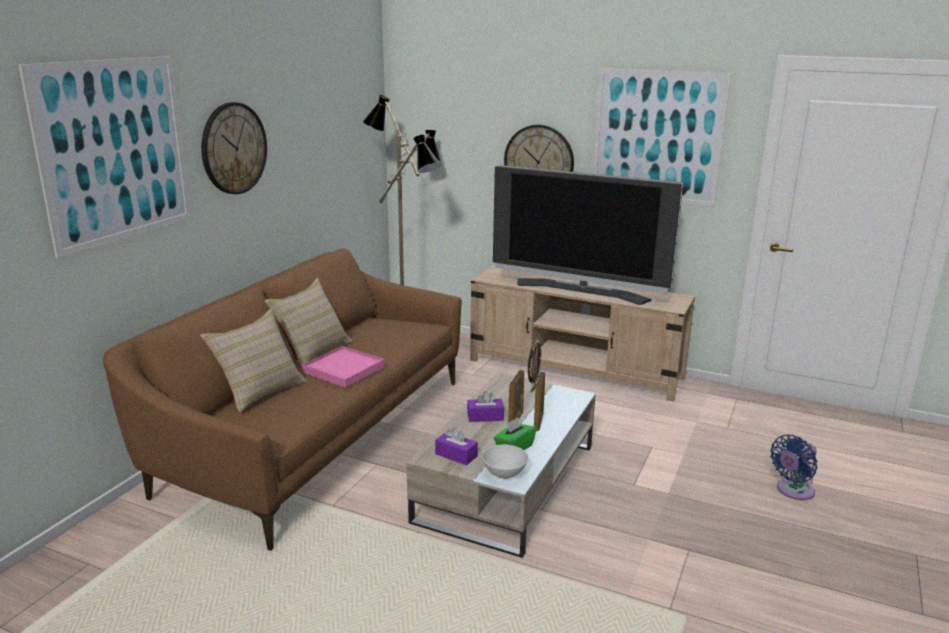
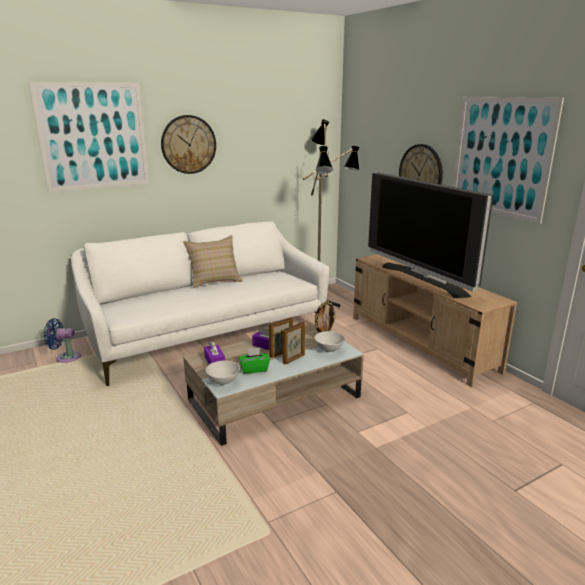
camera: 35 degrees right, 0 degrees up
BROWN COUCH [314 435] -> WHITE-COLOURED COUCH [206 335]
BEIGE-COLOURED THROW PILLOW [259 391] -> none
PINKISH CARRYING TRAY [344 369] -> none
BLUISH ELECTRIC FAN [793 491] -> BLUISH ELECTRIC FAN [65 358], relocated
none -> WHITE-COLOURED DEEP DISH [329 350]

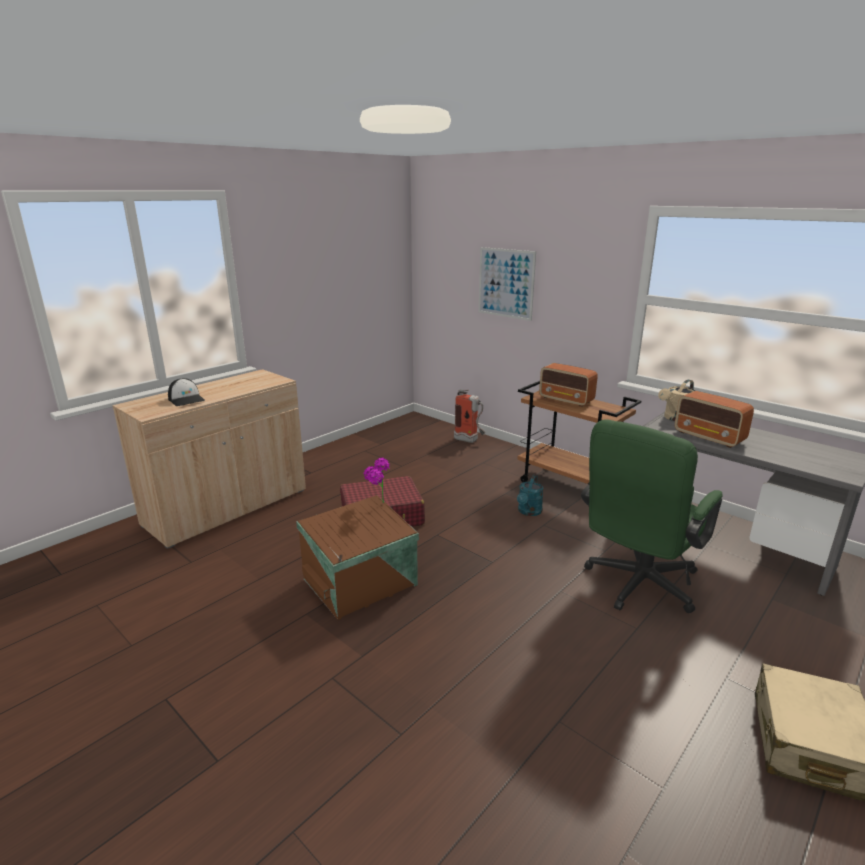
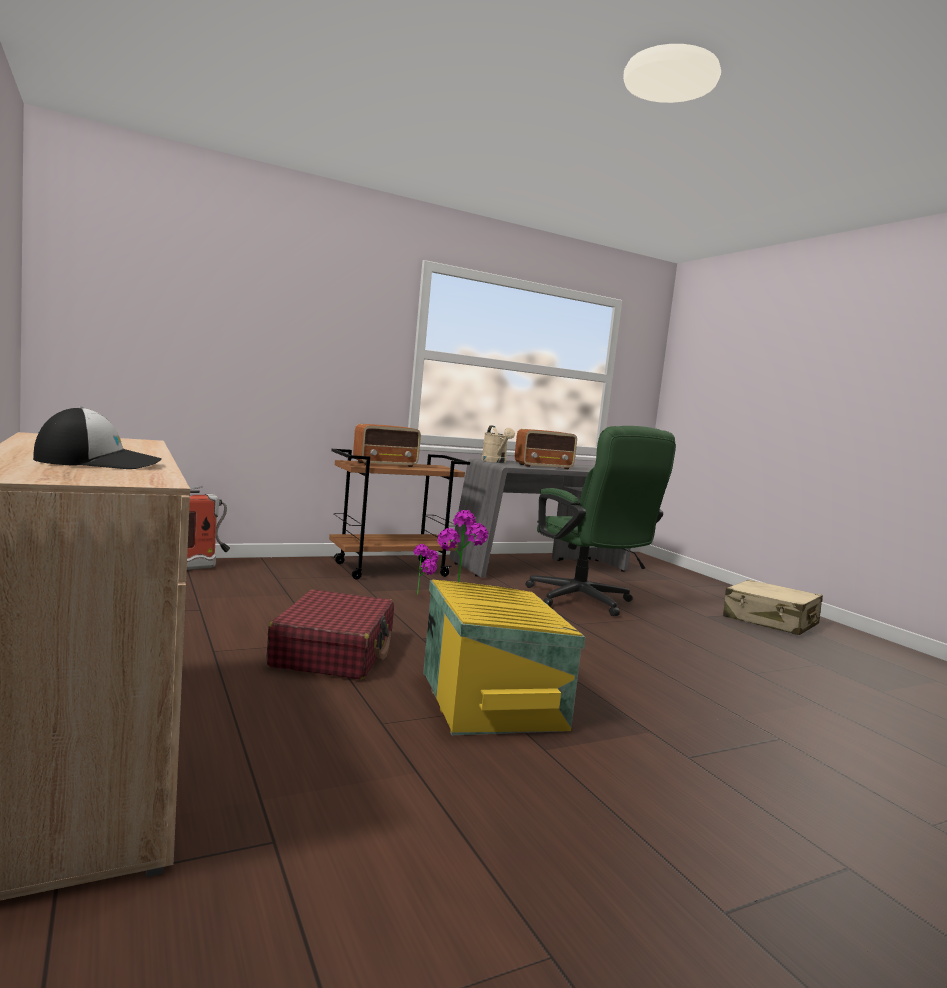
camera: 70 degrees left, 15 degrees down
PICTURE [506 283] -> none
TURQUOISE SPRINKLING CAN [528 512] -> POTTED PLANT [424 595]
BROWN STORAGE BIN [362 582] -> YELLOW STORAGE BIN [493 699]

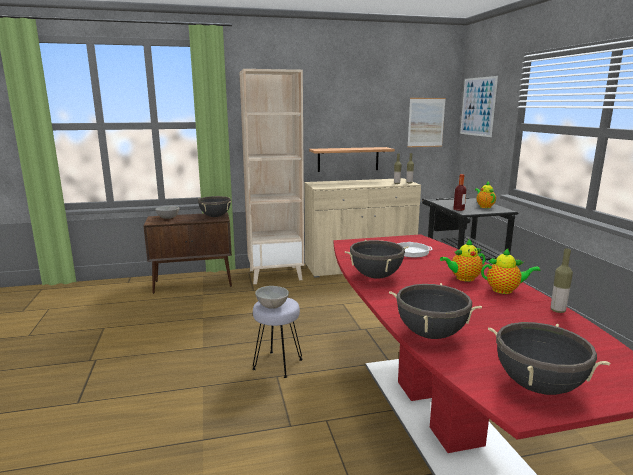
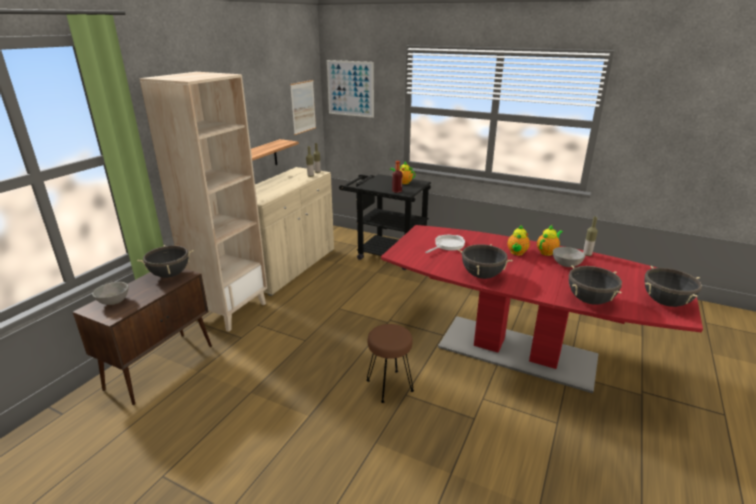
camera: 50 degrees left, 10 degrees up
GREYISH DEEP DISH [272 306] -> GREYISH DEEP DISH [566 264], relocated
GREYISH STOOL [277 364] -> BROWN STOOL [389 386]

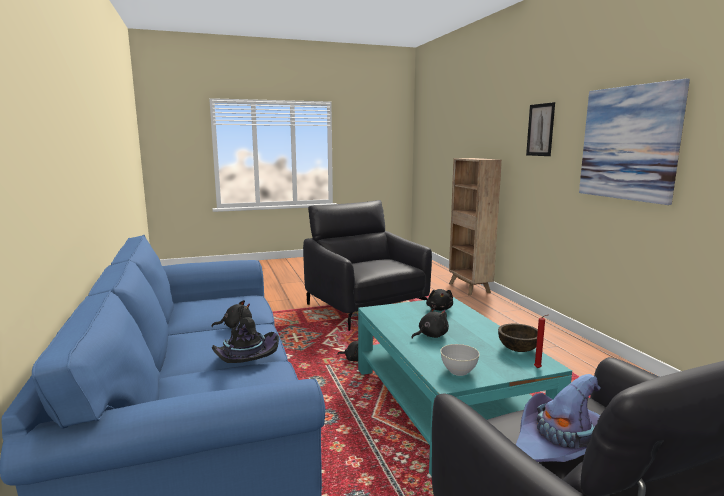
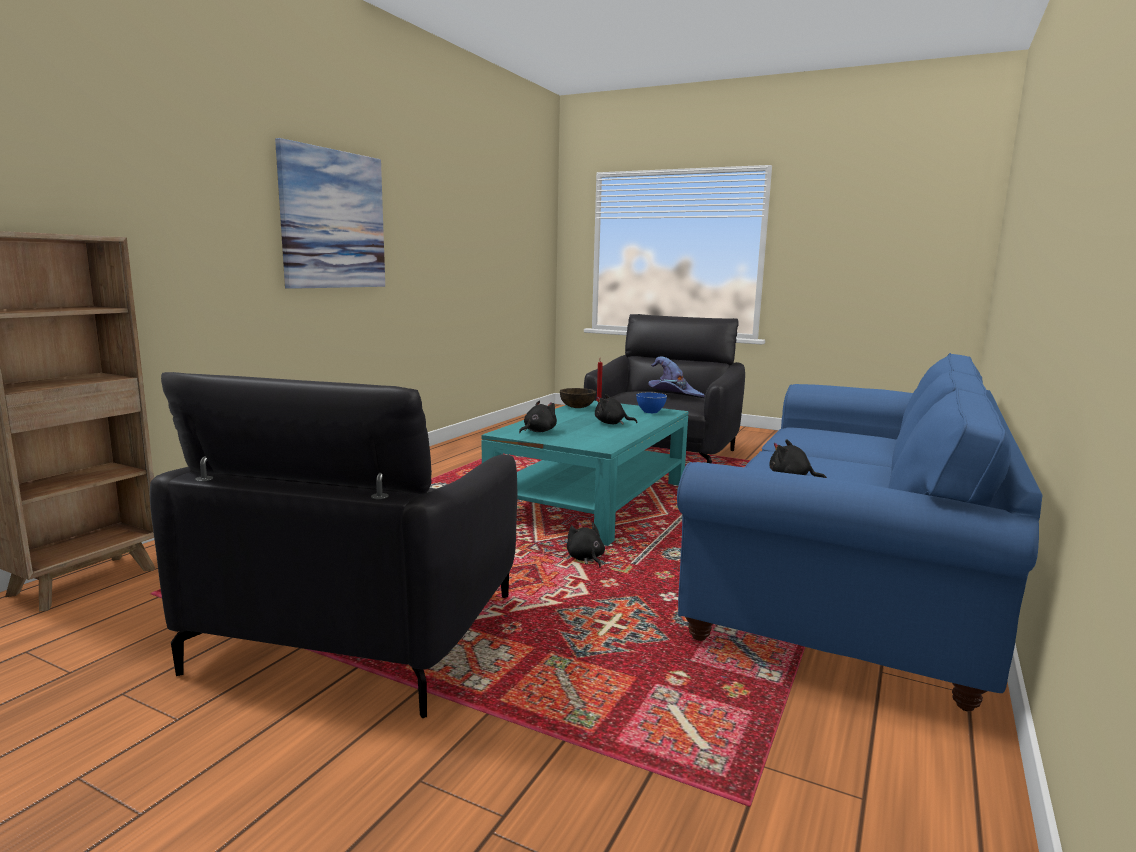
camera: 135 degrees left, 0 degrees up
PICTURE [540 130] -> none
BLACKISH WEARABLE HAT [244 358] -> none
GREYISH DEEP DISH [458 371] -> BLUISH DEEP DISH [650 411]

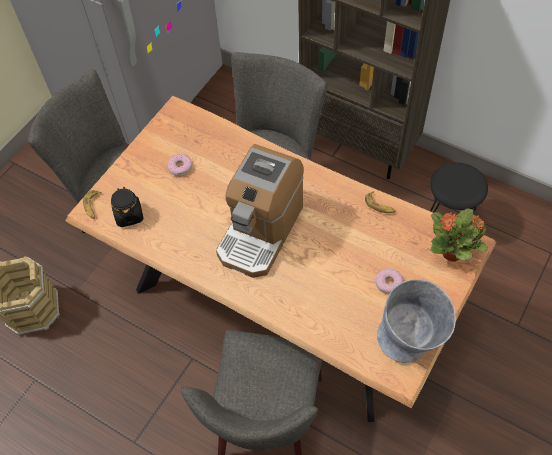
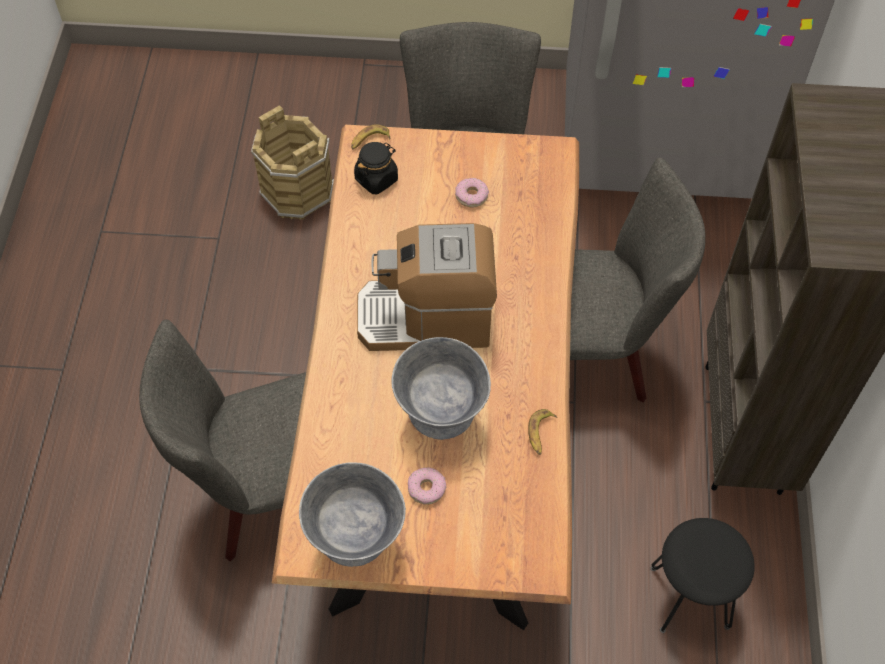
camera: 60 degrees right, 0 degrees up
POTTED PLANT [452 253] -> none
none -> GREYISH DEEP DISH [440 422]

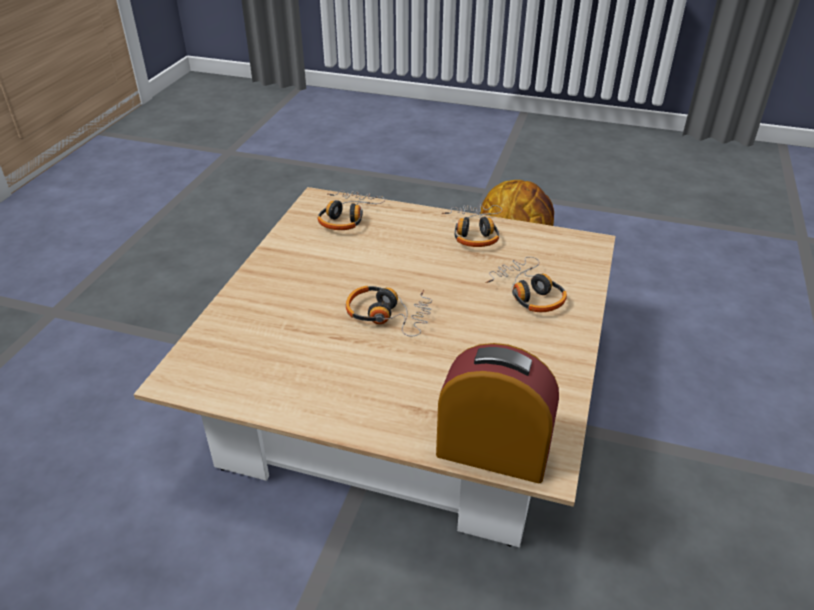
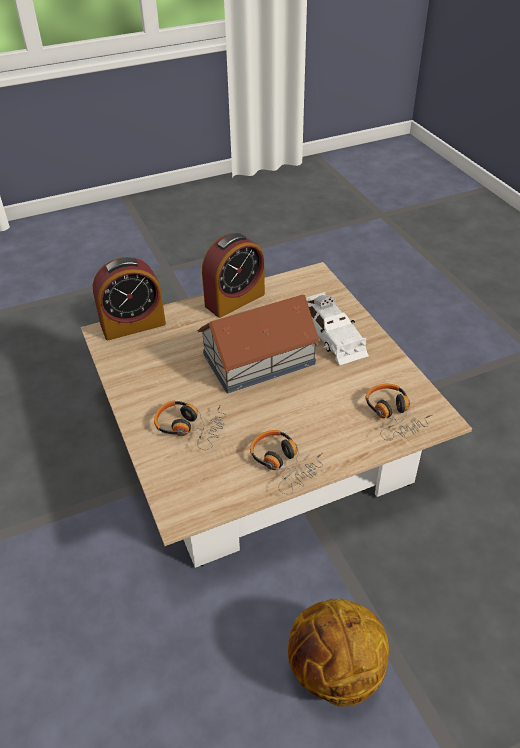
camera: 140 degrees right, 5 degrees up
HEADSET [389 316] -> MODEL HOUSE [260 359]
none -> ALARM CLOCK [235 300]
none -> WHITE-COLOURED TOY CAR [331 335]

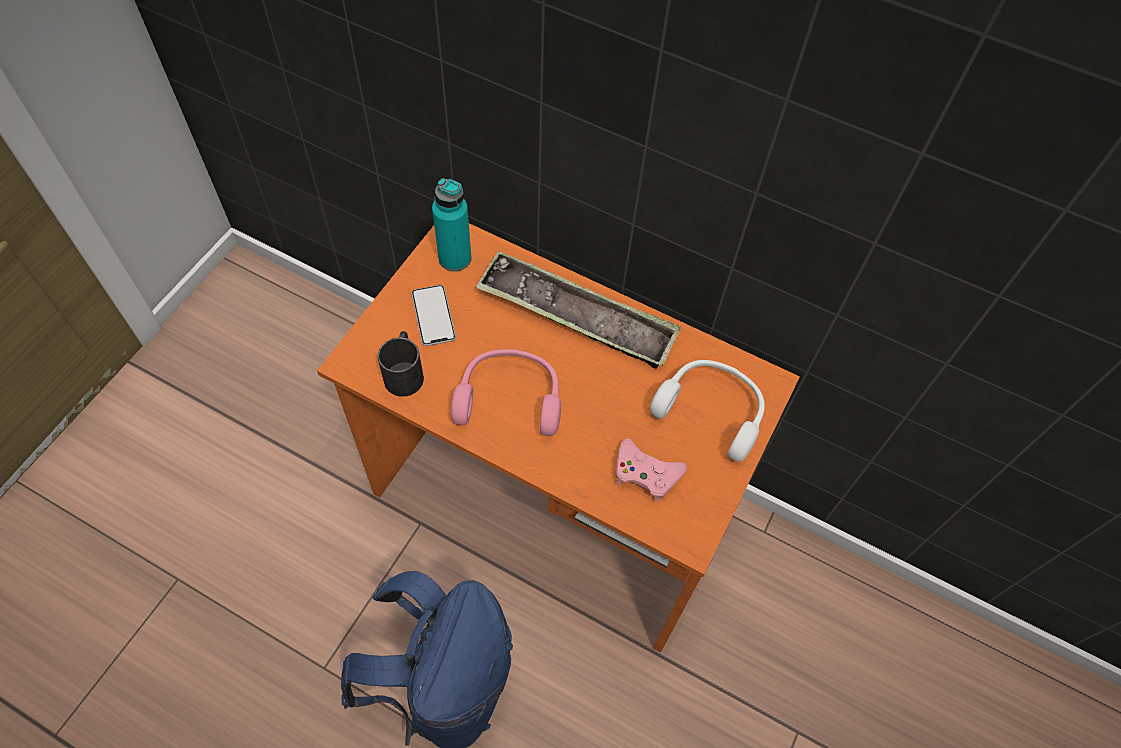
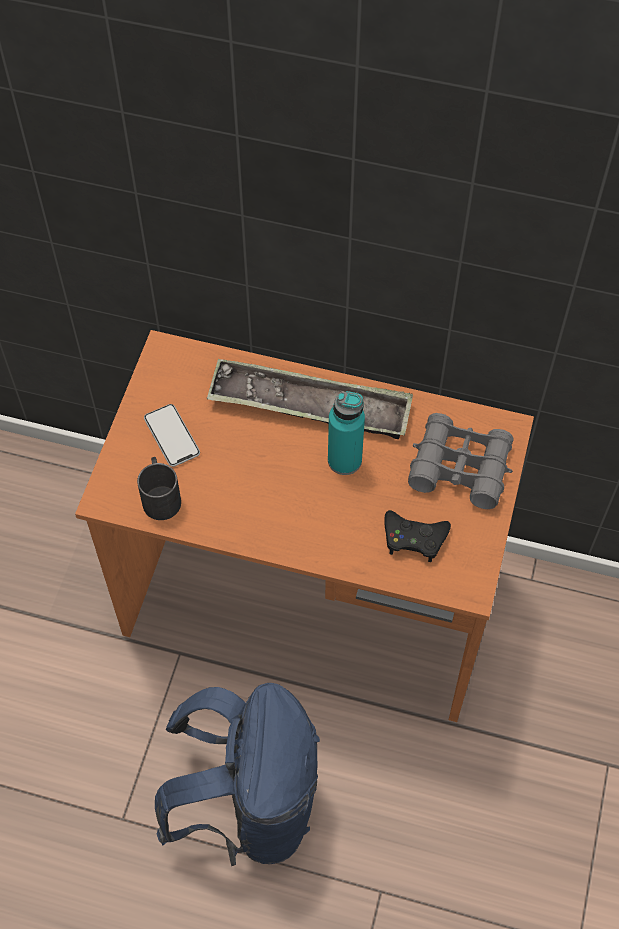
camera: 10 degrees left, 0 degrees up
TURQUOISE DRINK BOTTLE [455 258] -> TURQUOISE DRINK BOTTLE [344 460], relocated
PINKISH HEADSET [510 398] -> none
WHITE-COLOURED HEADSET [711 411] -> GREYISH BINOCULARS [460 467]
PINKISH GAME CONTROLLER [646 473] -> BLACKISH GAME CONTROLLER [414 538]

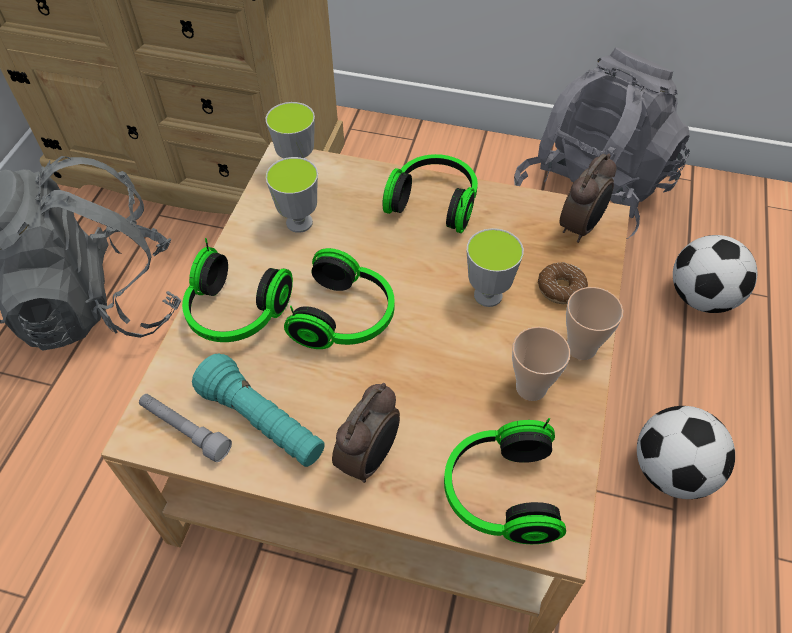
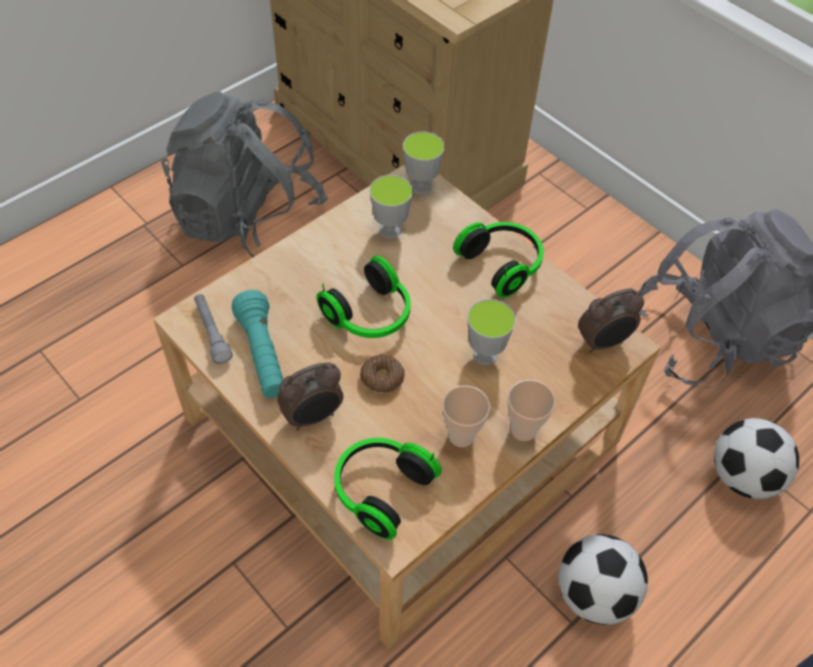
camera: 30 degrees right, 0 degrees up
HEADSET [235 314] -> none
RING DOUGHNUT [561 288] -> RING DOUGHNUT [382 378], relocated

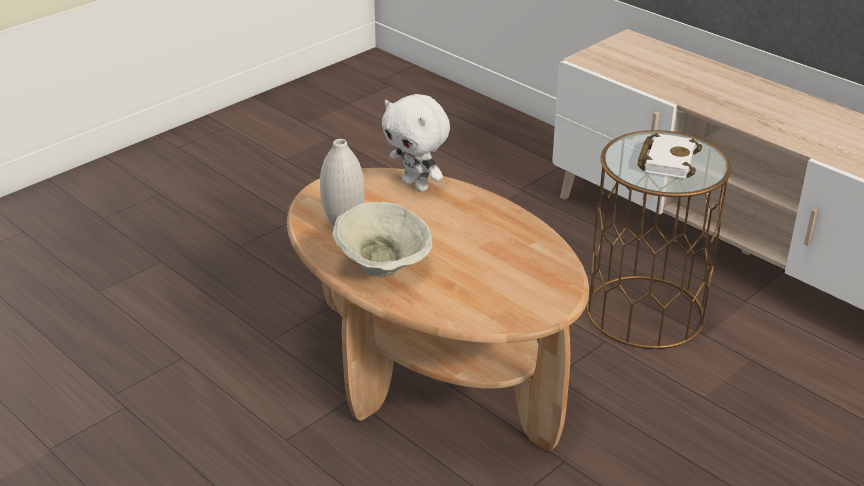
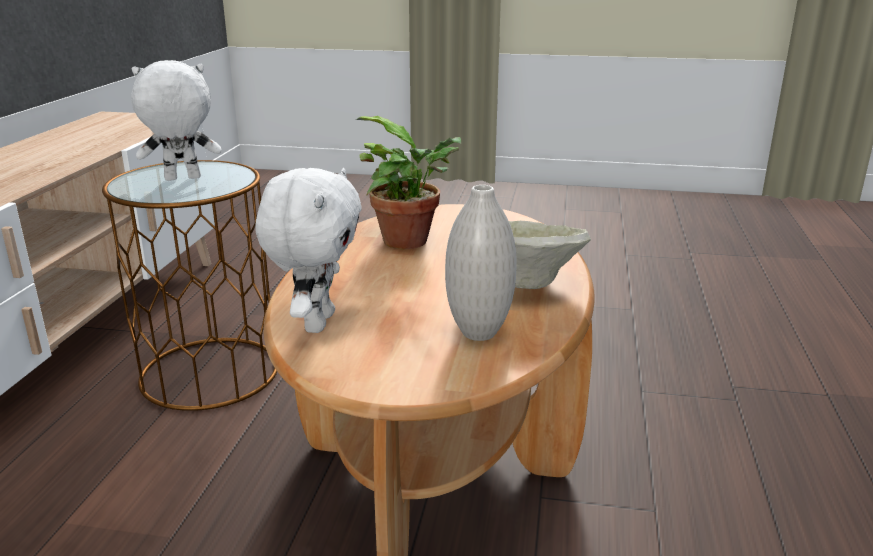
camera: 125 degrees left, 10 degrees down
WHITE-COLOURED VOLUME [666 160] -> WHITE-COLOURED SOFT TOY [182 179]
none -> POTTED PLANT [411 242]

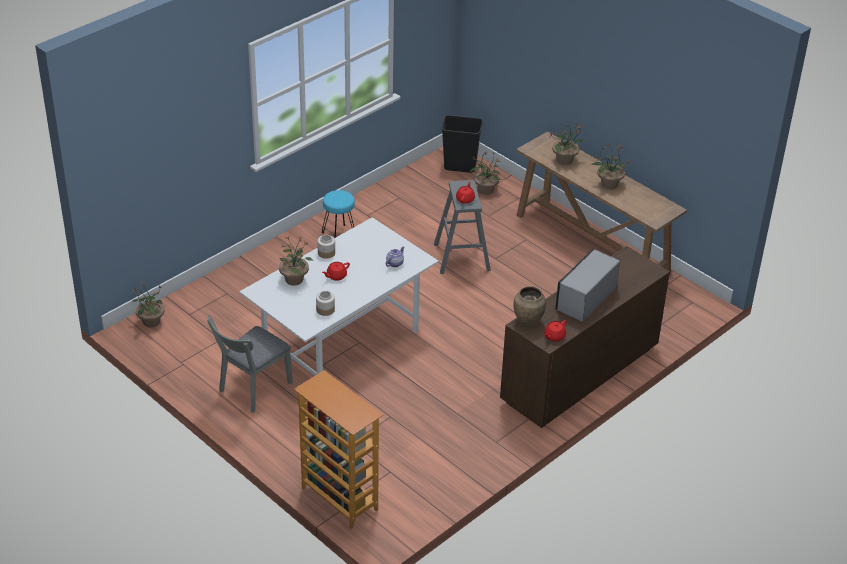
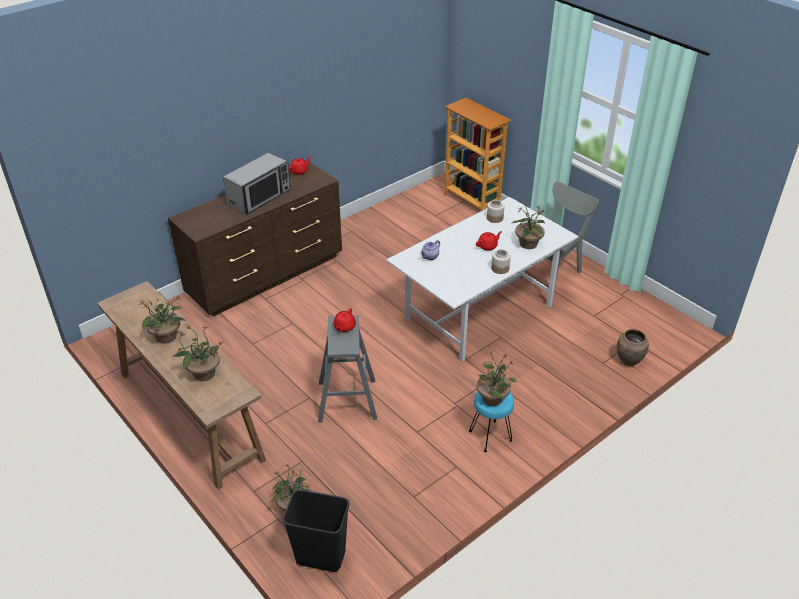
camera: 175 degrees left, 0 degrees up
POTTED PLANT [151 322] -> POTTED PLANT [492 398], relocated
BROWN DECORATIVE VASE [527 321] -> BROWN DECORATIVE VASE [629 361], relocated

